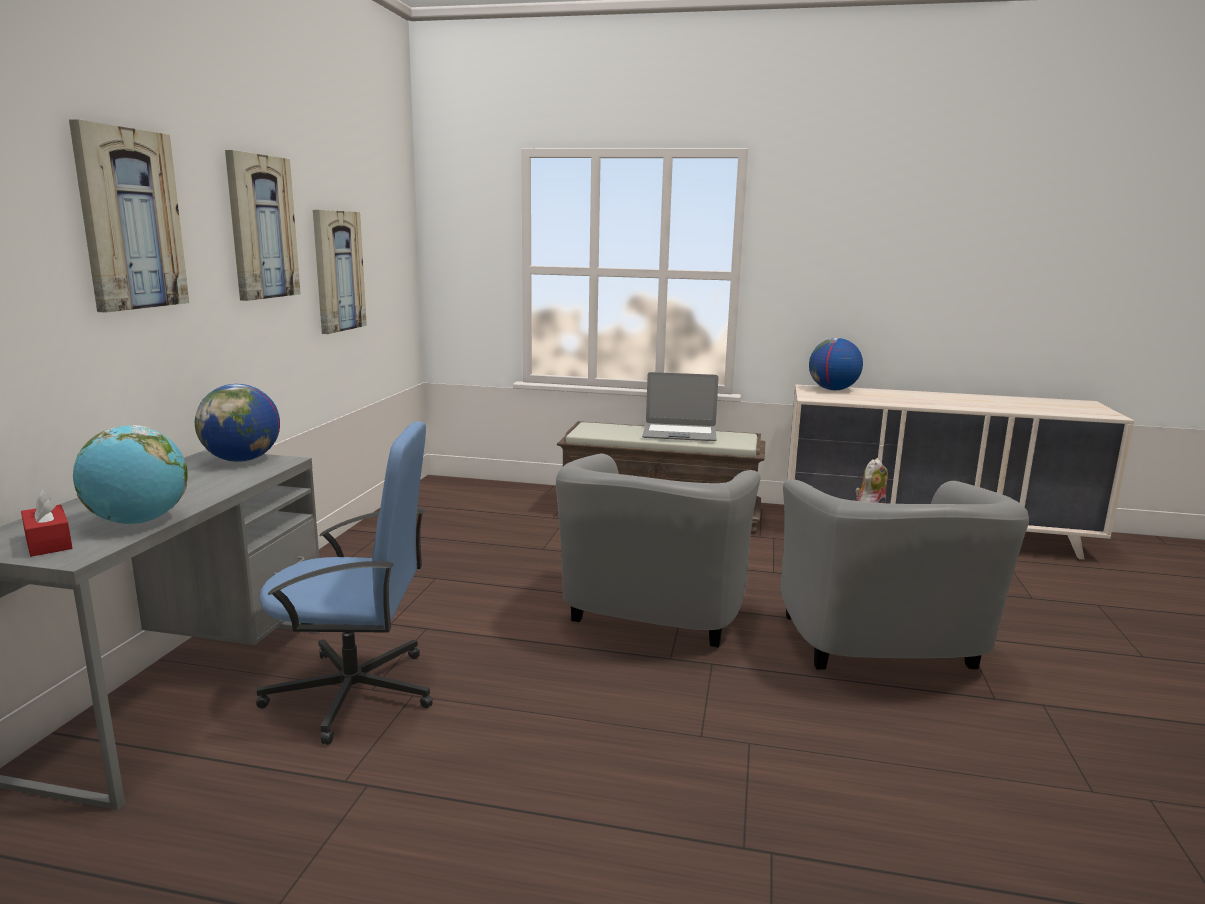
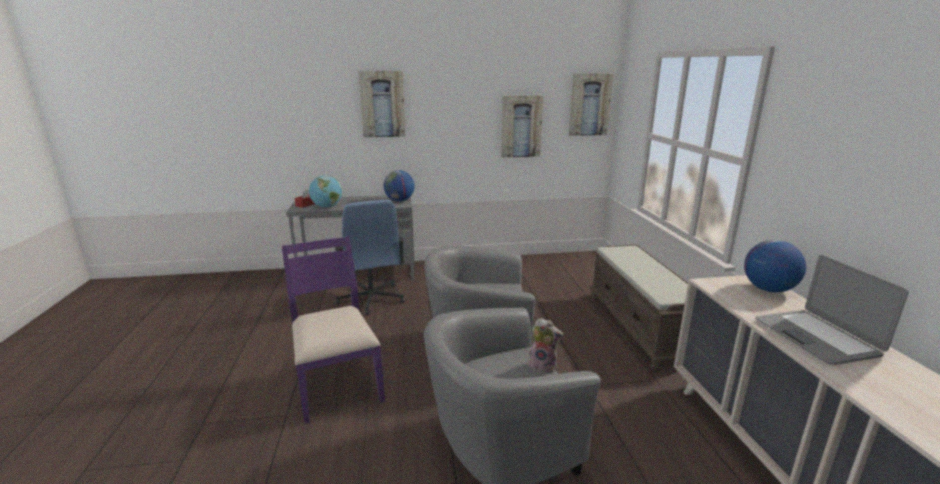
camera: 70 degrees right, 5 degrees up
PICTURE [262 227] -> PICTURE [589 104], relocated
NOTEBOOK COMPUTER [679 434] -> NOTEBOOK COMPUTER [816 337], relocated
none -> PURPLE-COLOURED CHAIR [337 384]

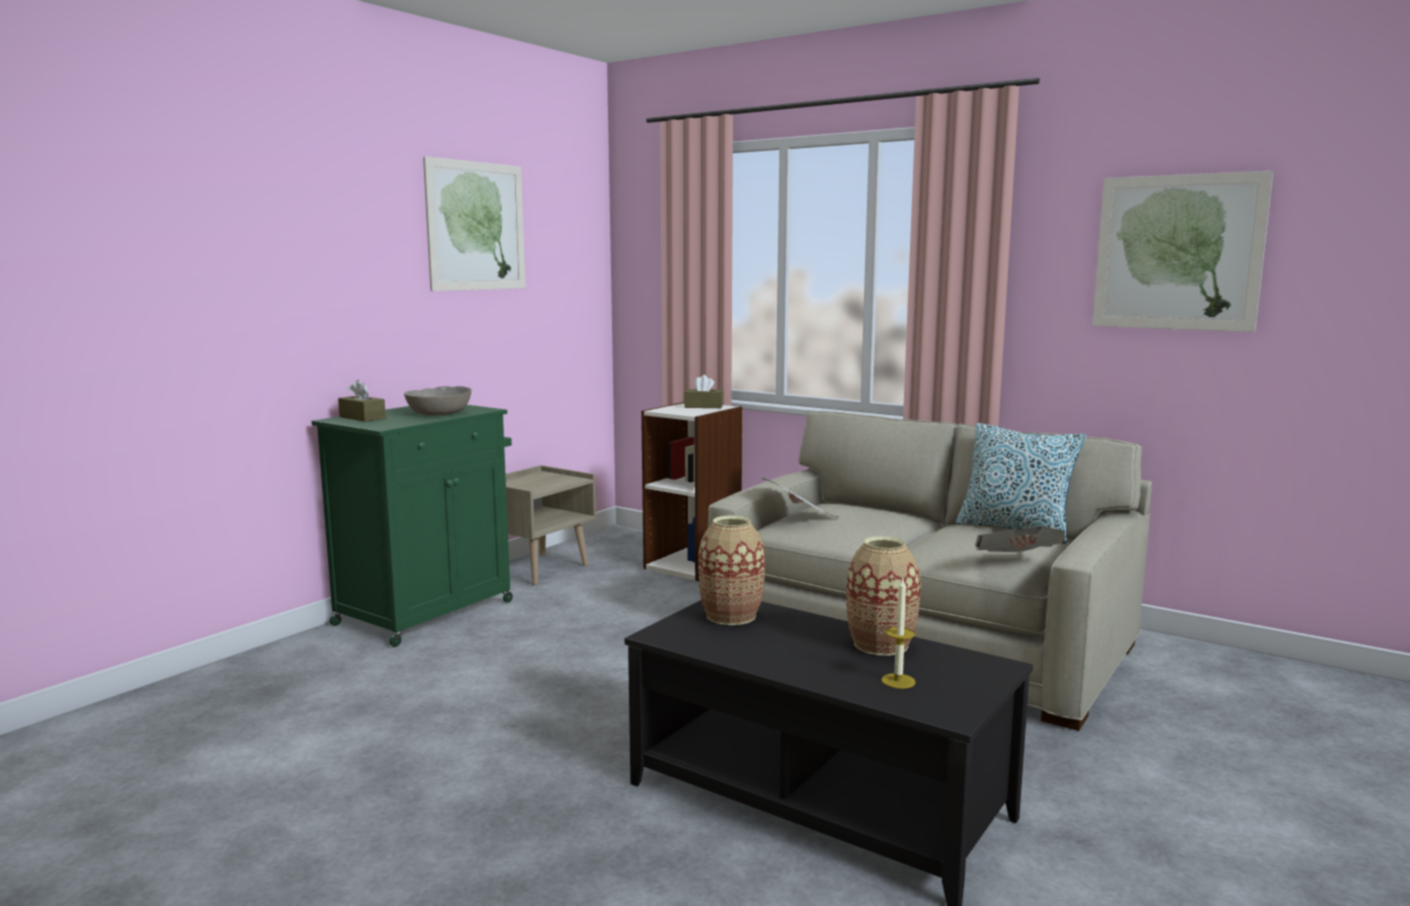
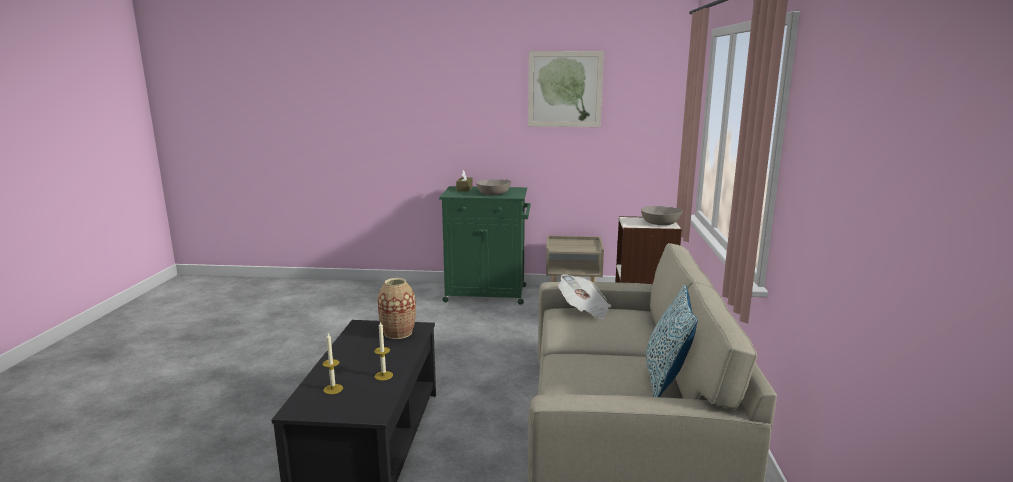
camera: 60 degrees right, 5 degrees up
PICTURE [1177 252] -> none
BROWN BOX OF TISSUES [703 406] -> GREYISH DEEP DISH [660 223]
DAILY PAPER [1017 564] -> none
DECORATIVE VASE [880 645] -> CANDLE [383 376]

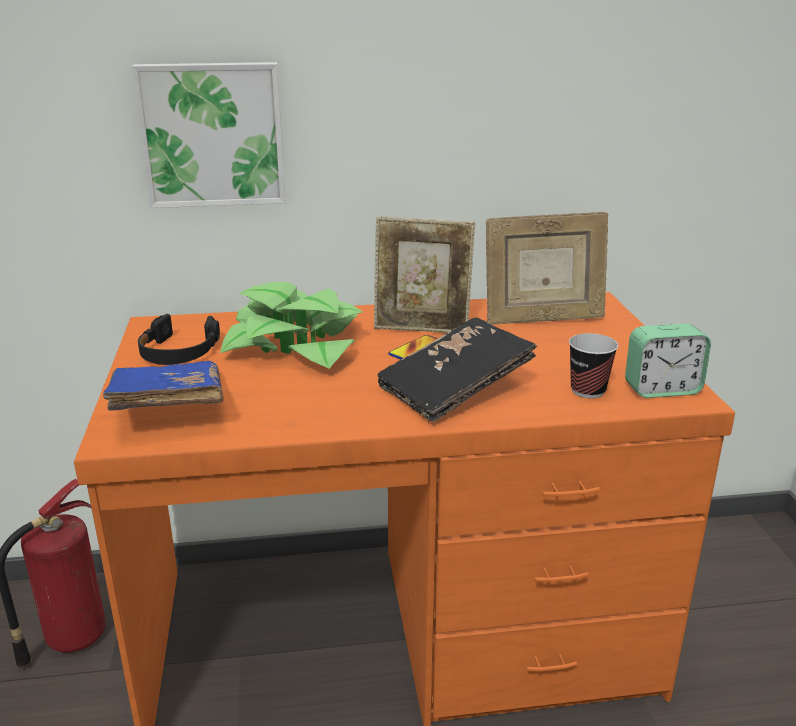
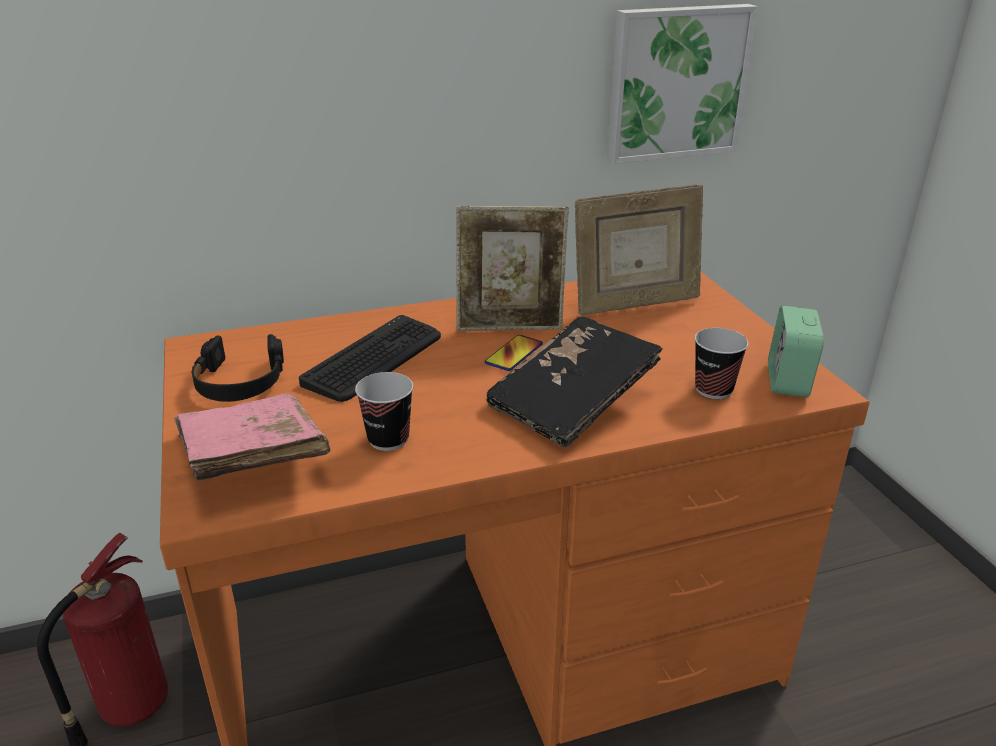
camera: 10 degrees left, 5 degrees up
PICTURE [213 134] -> PICTURE [675 83], relocated
POTTED PLANT [295 344] -> KEYBOARD [375 359]
ALARM CLOCK [662 389] -> ALARM CLOCK [788 381], 120 degrees clockwise
BLUISH VOLUME [168 408] -> PINKISH VOLUME [253 459]
none -> CUP [388 439]

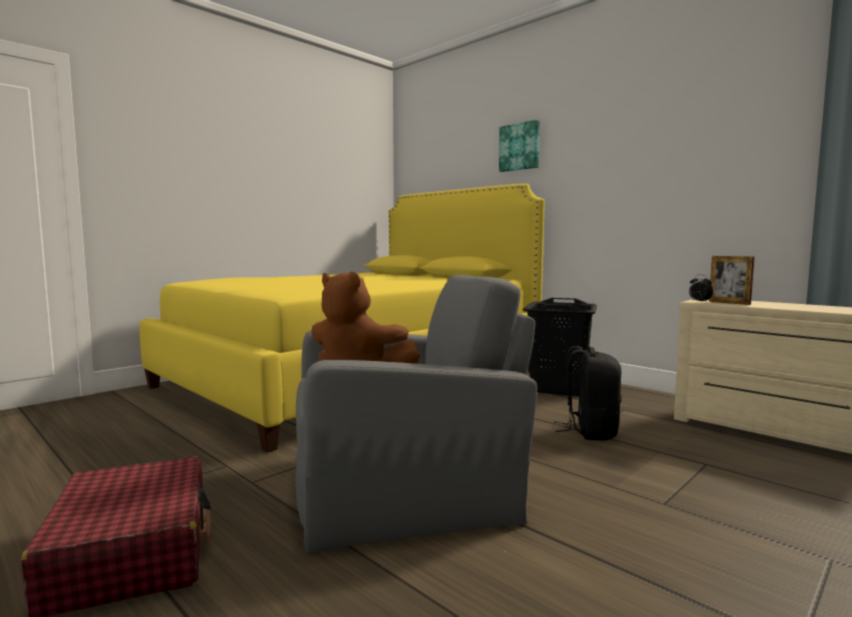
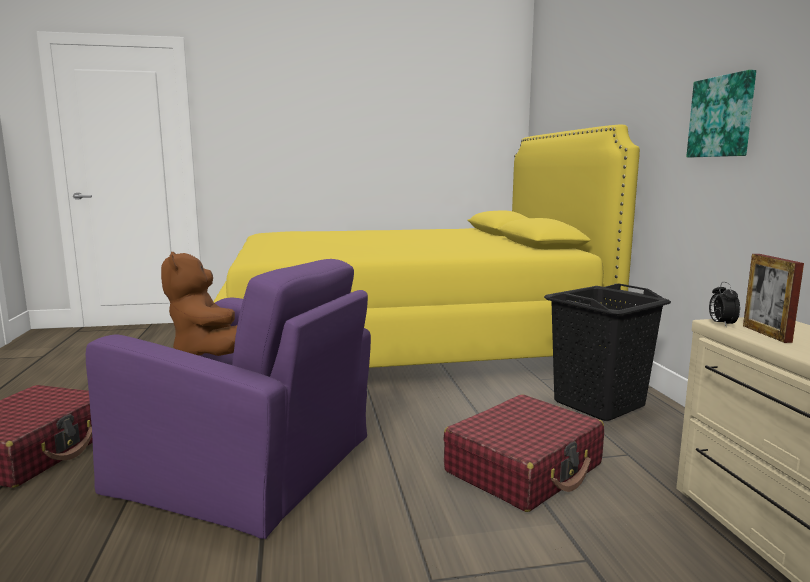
camera: 35 degrees right, 5 degrees up
PICTURE [520 147] -> PICTURE [722 117], relocated
GREYISH ARMCHAIR [405 486] -> PURPLE-COLOURED ARMCHAIR [248 464]
BLACKISH RUCKSACK [590 431] -> RED PIECE OF LUGGAGE [524 468]

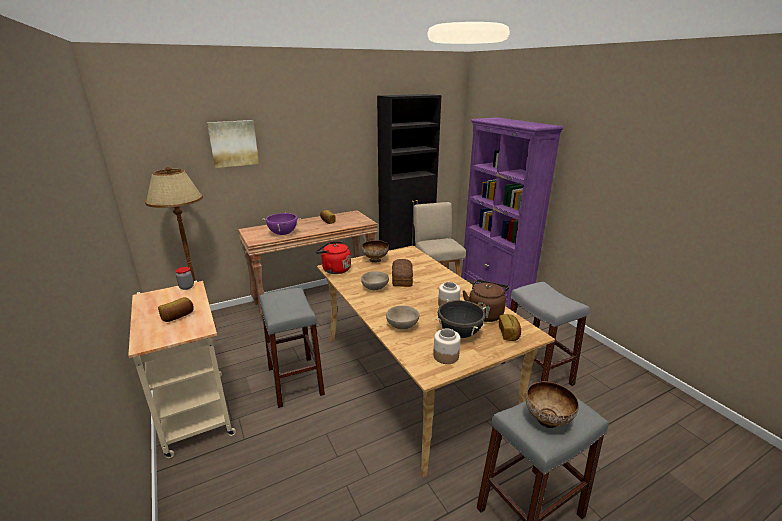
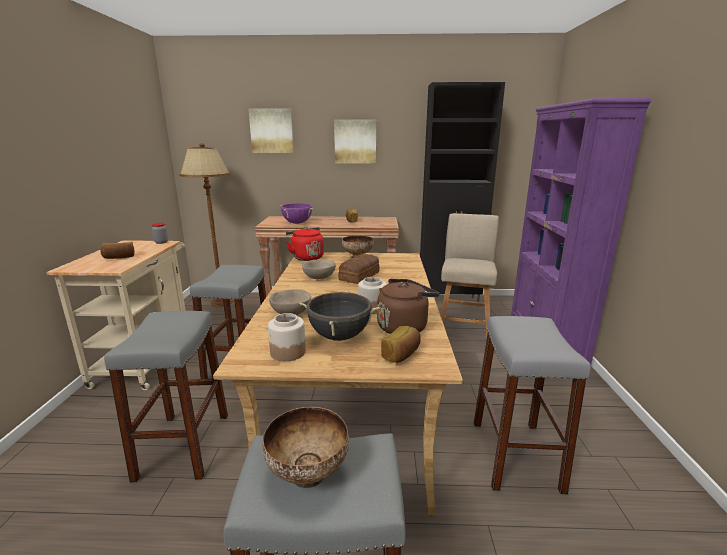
camera: 30 degrees right, 5 degrees down
none -> PICTURE [355 141]
none -> GREYISH STOOL [184 445]

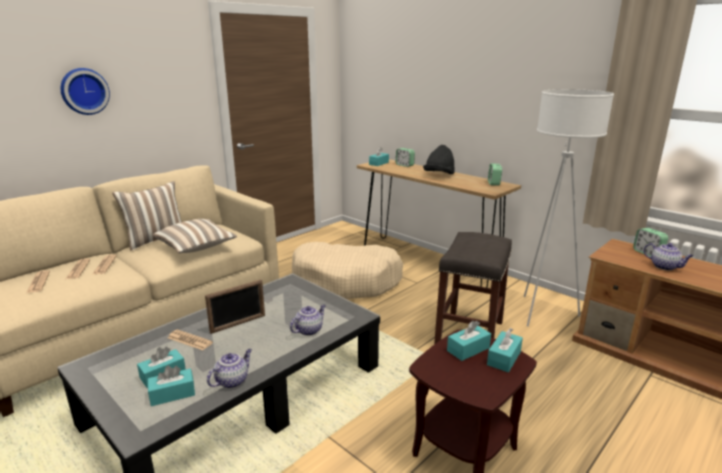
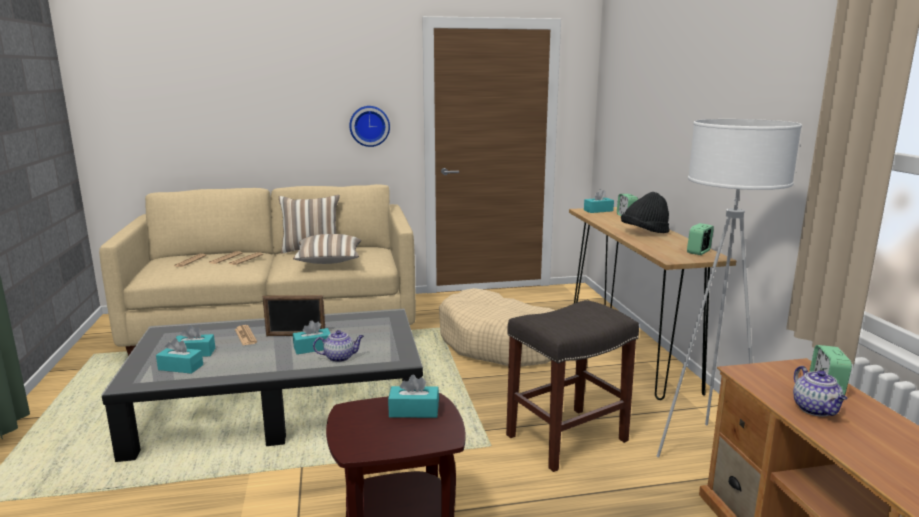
camera: 35 degrees right, 5 degrees down
HANGING CLOCK [84 91] -> HANGING CLOCK [369 126], relocated
TURQUOISE BOX OF TISSUES [504 358] -> TURQUOISE BOX OF TISSUES [313 348], relocated
POT FOR TEA [232 380] -> none

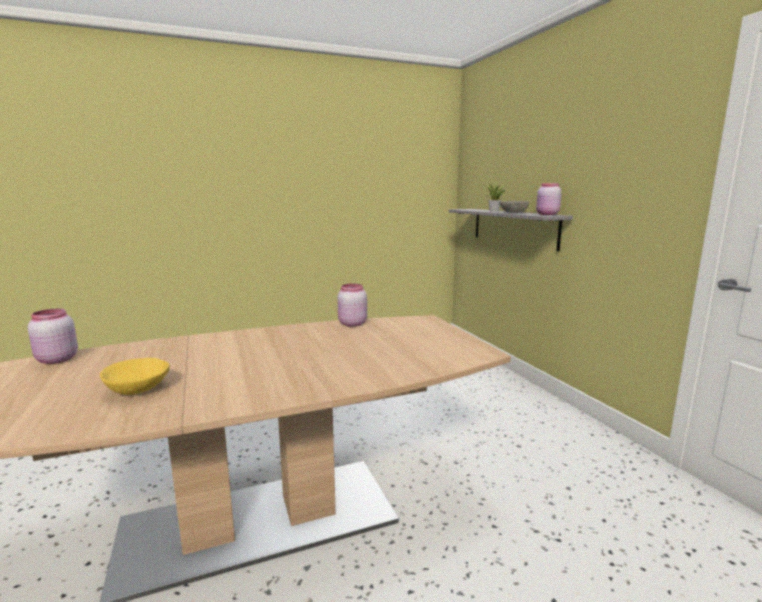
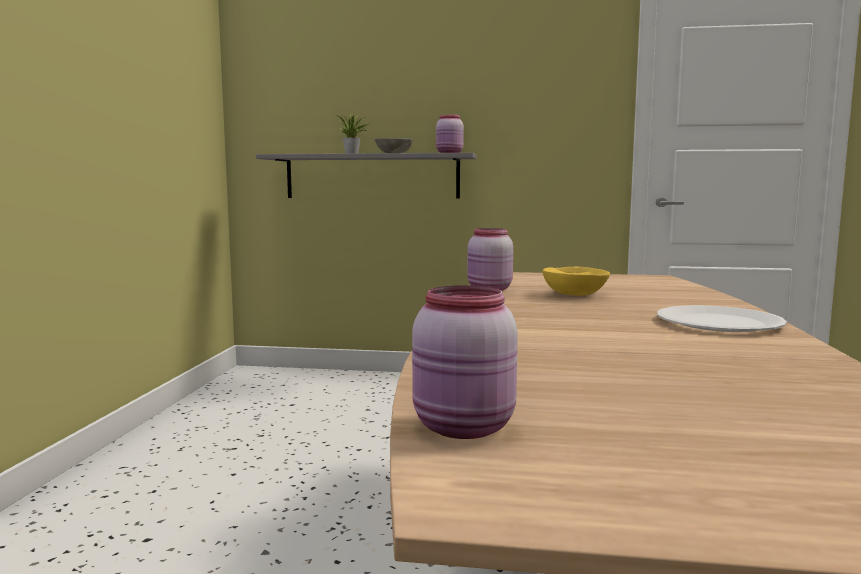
camera: 60 degrees left, 5 degrees down
YELLOW DEEP DISH [137 389] -> YELLOW DEEP DISH [574 294], relocated
none -> WHITE-COLOURED PLATE [719 323]

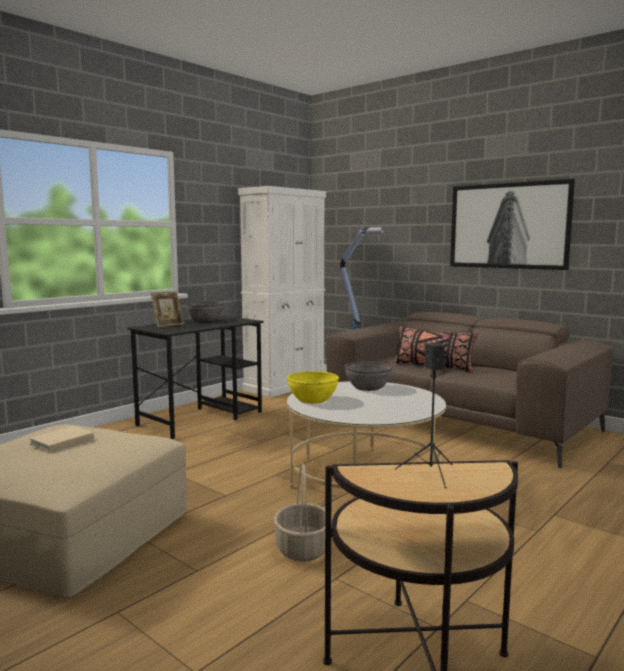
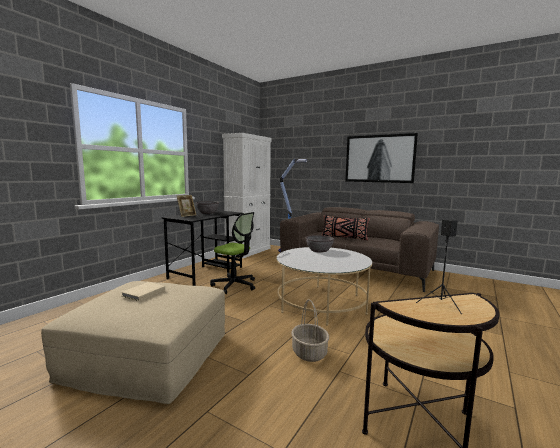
camera: 10 degrees left, 0 degrees up
YELLOW DEEP DISH [313 400] -> none
none -> DESK CHAIR [234 285]

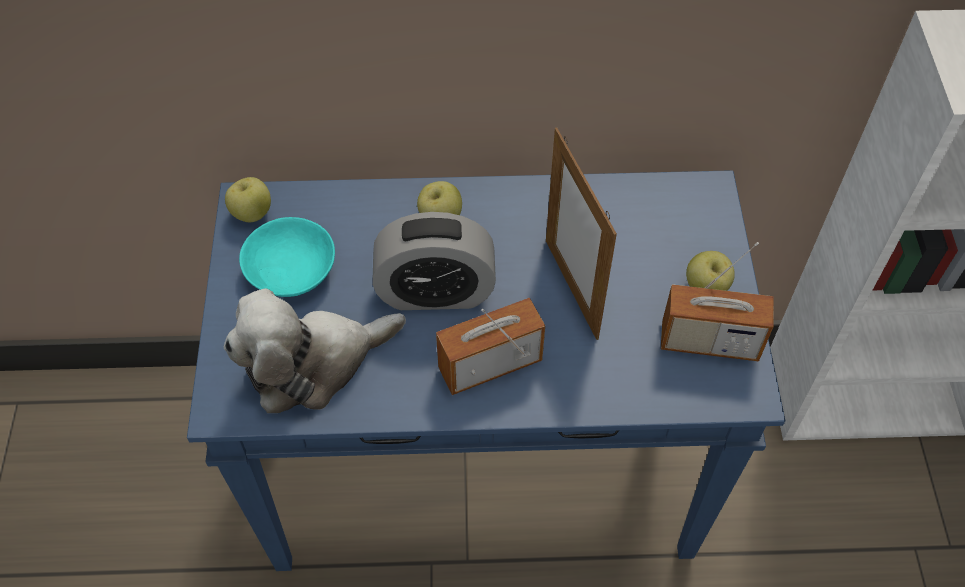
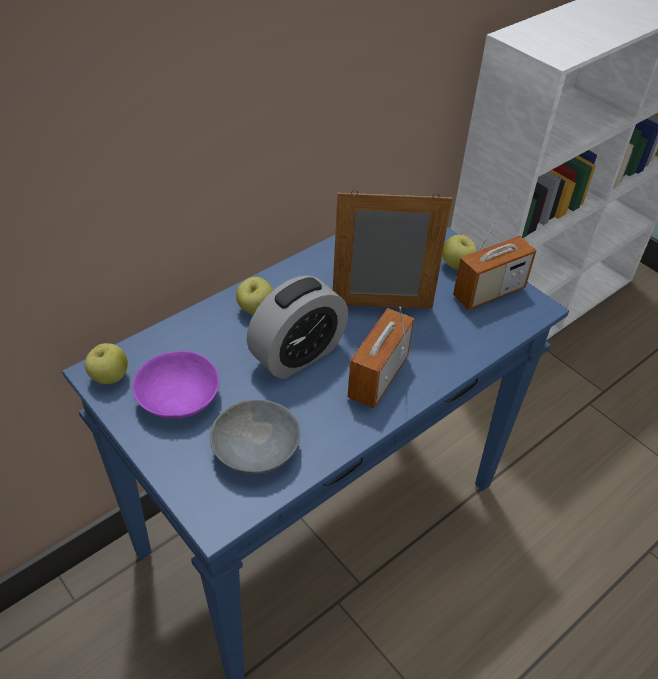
camera: 40 degrees left, 10 degrees down
PICTURE FRAME [571 288] -> PICTURE FRAME [382 306], 150 degrees clockwise
TURQUOISE DEEP DISH [289 270] -> PURPLE-COLOURED DEEP DISH [177 398]
SOFT TOY [313 364] -> GREYISH DEEP DISH [257 447]

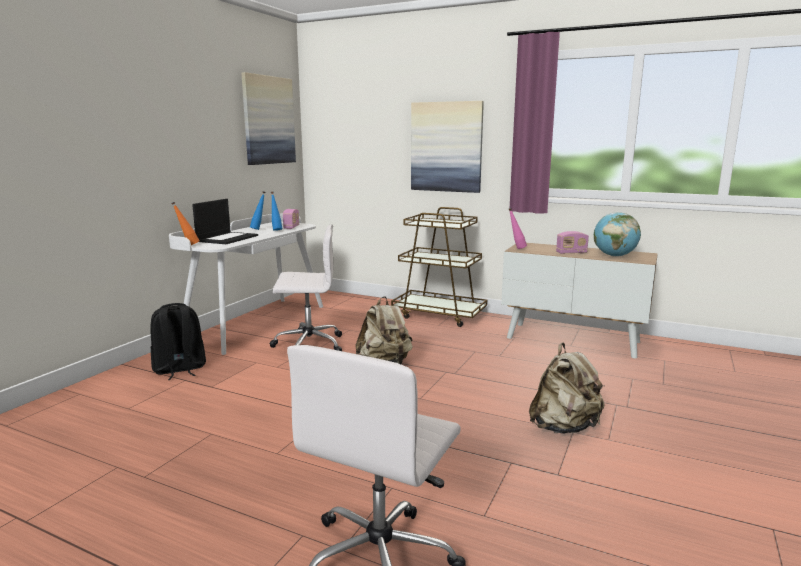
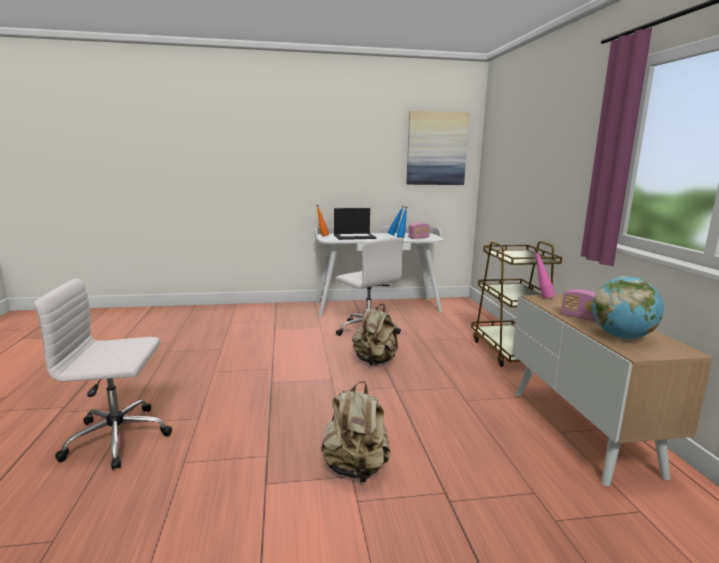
camera: 55 degrees right, 0 degrees up
PICTURE [446 147] -> none
BLACKISH RUCKSACK [179 369] -> none

